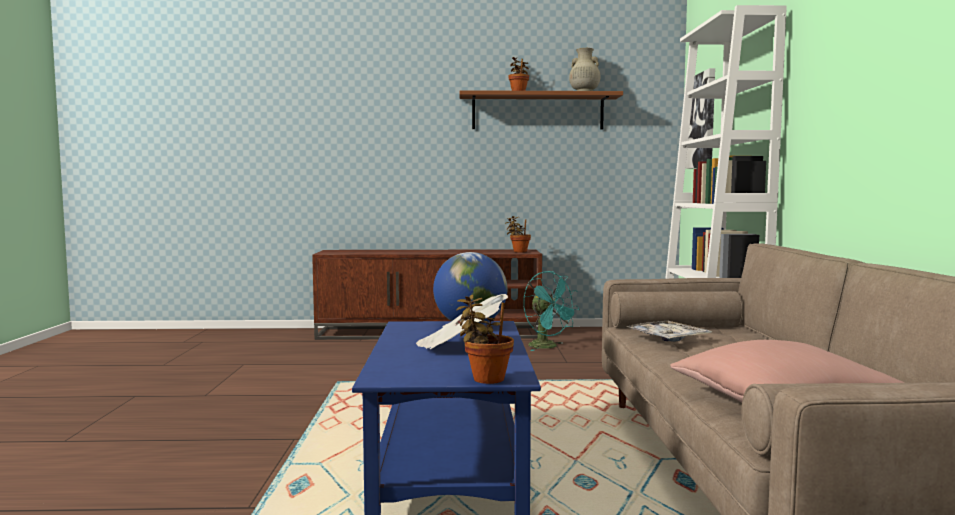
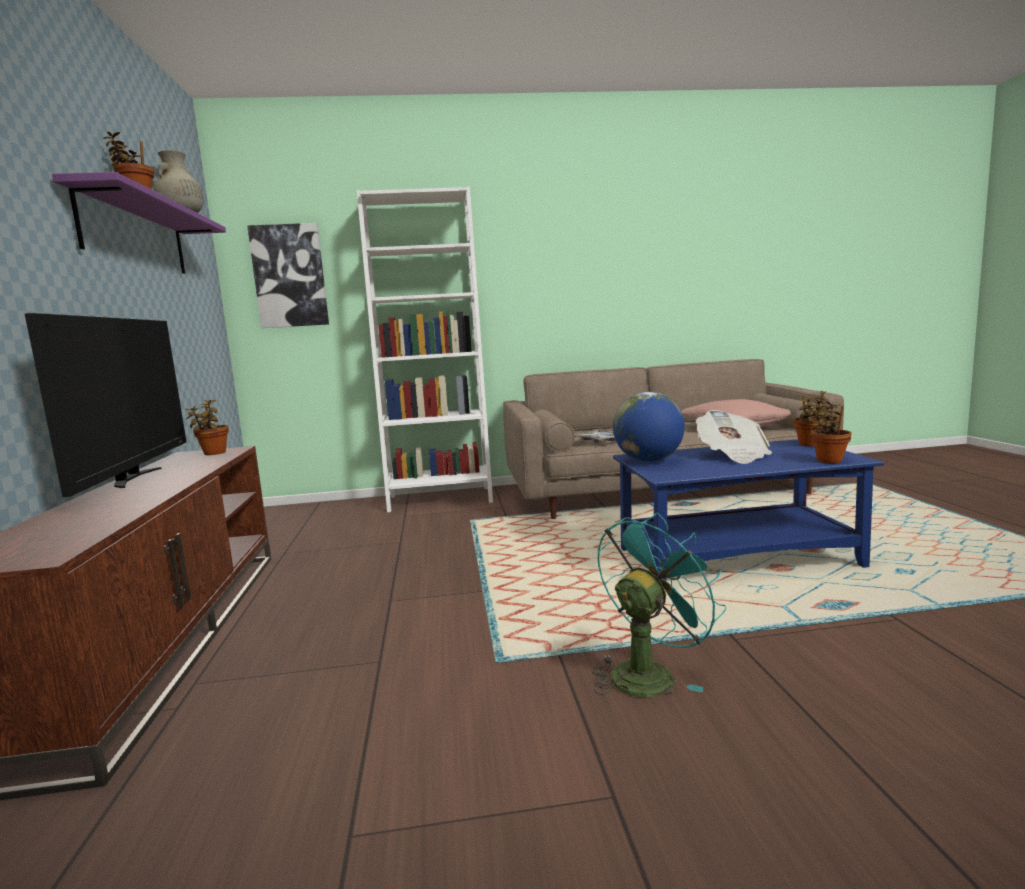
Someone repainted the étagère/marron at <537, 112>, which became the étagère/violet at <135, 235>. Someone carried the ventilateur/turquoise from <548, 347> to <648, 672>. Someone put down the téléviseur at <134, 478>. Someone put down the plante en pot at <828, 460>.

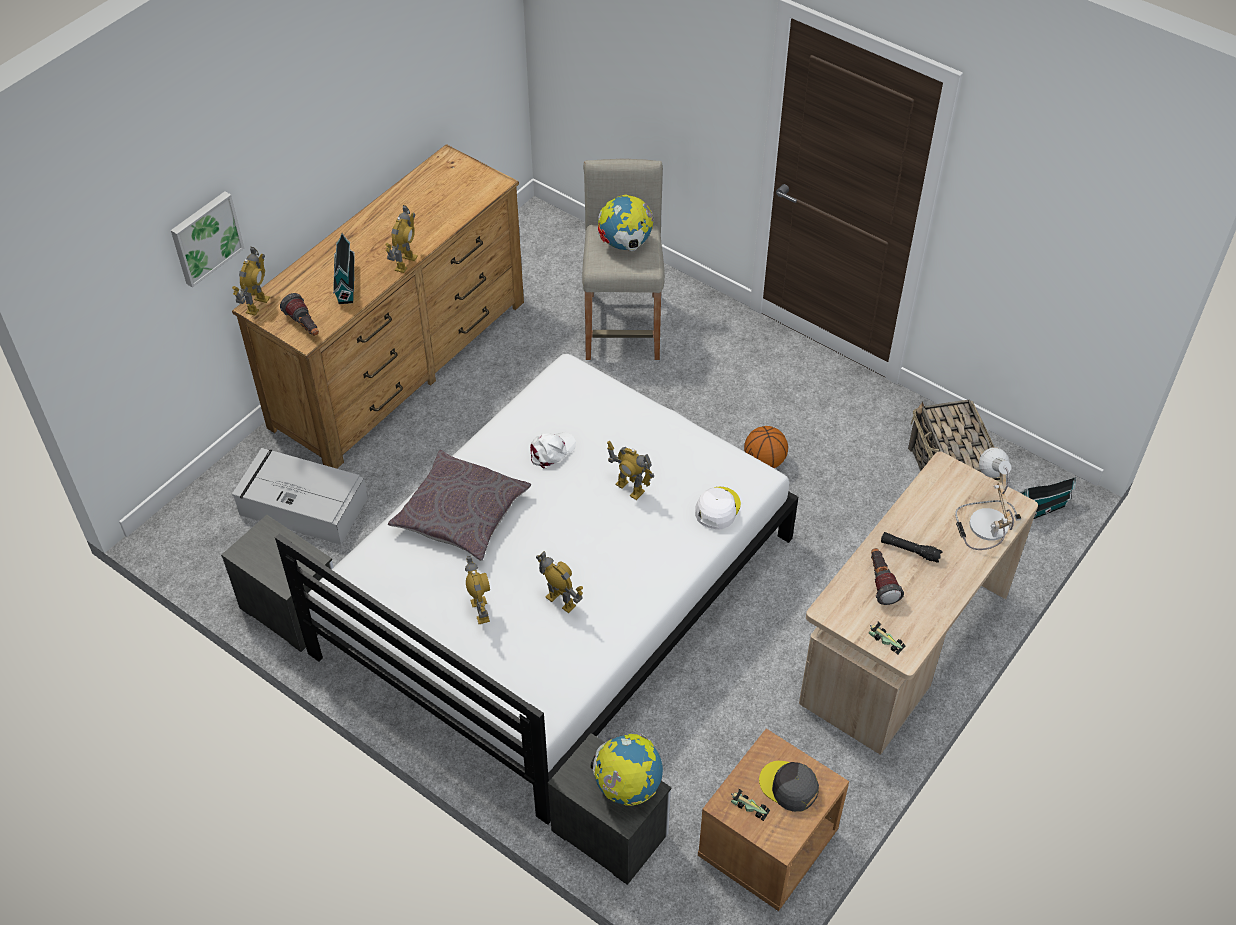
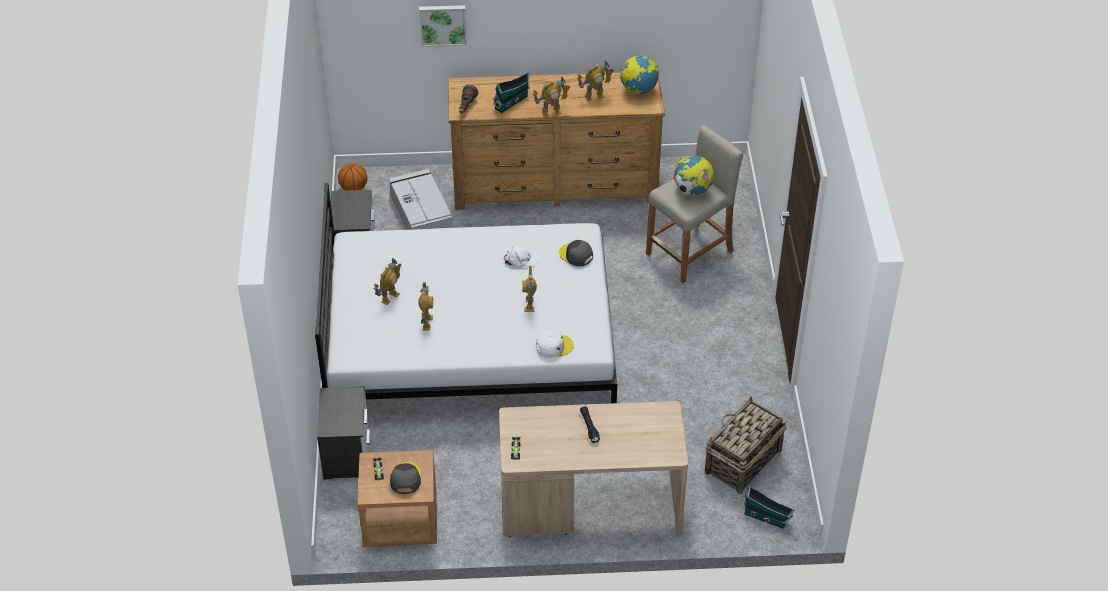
Someone carried the robot jouet from <257, 305> to <594, 96>. Someone carried the ballon de basket from <764, 462> to <353, 188>. Someone took away the lampe de table at <984, 523>. Someone took away the coussin/gris at <461, 514>. Someone took away the lampe de poche at <881, 582>. Someone carried the globe from <627, 786> to <638, 90>. Someone put down the casquette/gris at <576, 255>.

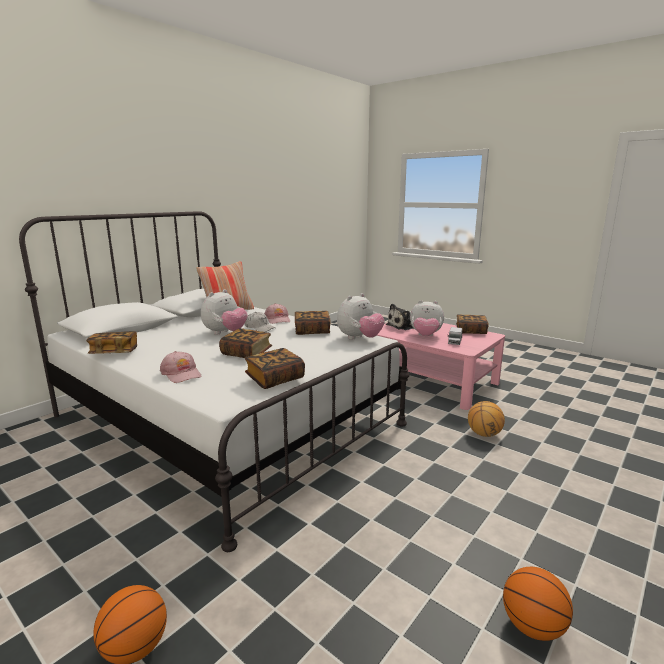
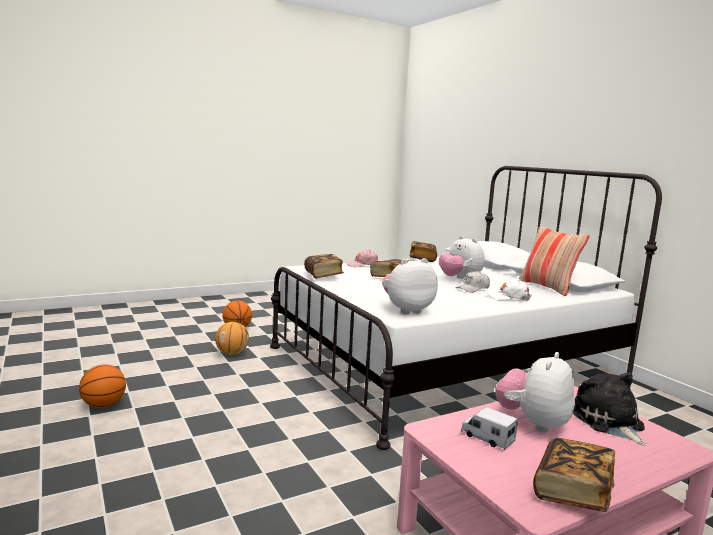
Someone rotated the peluche at <359, 338> by 90 degrees clockwise. Someone repainted the casquette/rose at <278, 319>, which became the casquette/blanc at <508, 297>. Someone took away the livre at <312, 331>. Someone carried the ballon de basket from <484, 434> to <232, 353>.

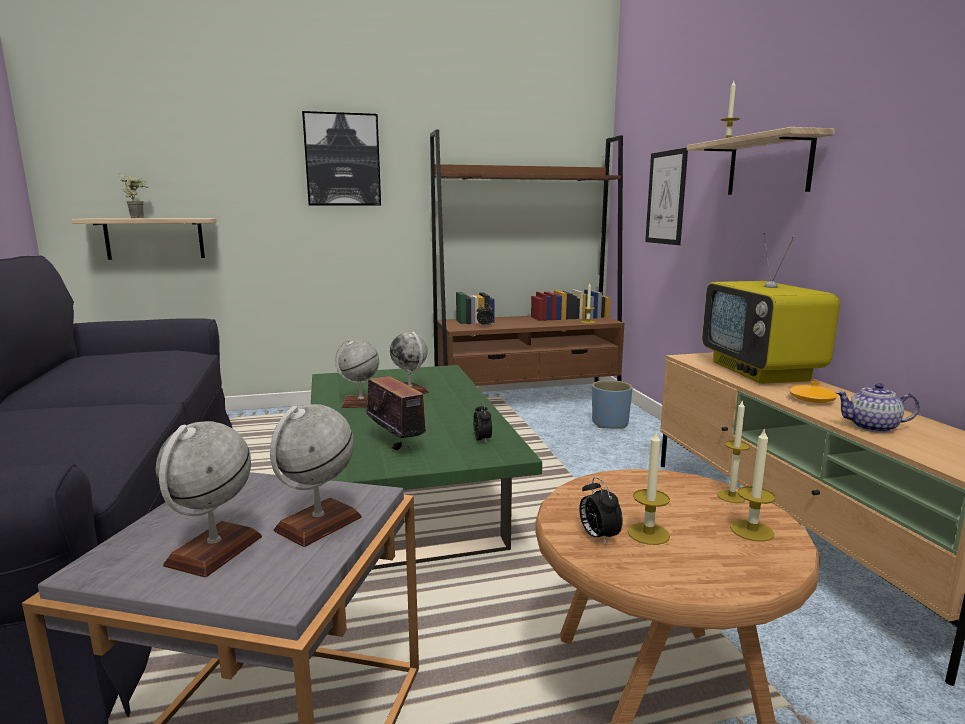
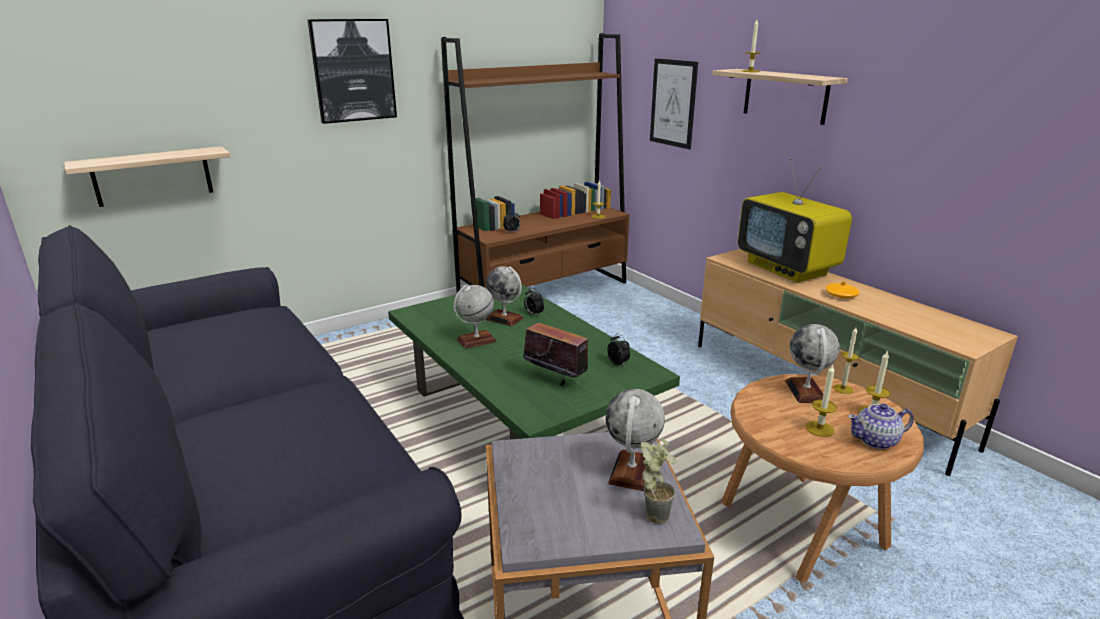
Someone carried the plante en pot from <139, 218> to <654, 512>. Someone took away the cache-pot/bleu at <610, 424>. Someone carried the théière from <873, 427> to <876, 441>. Someone carried the globe from <214, 551> to <806, 391>. Someone carried the réveil from <598, 536> to <533, 314>.

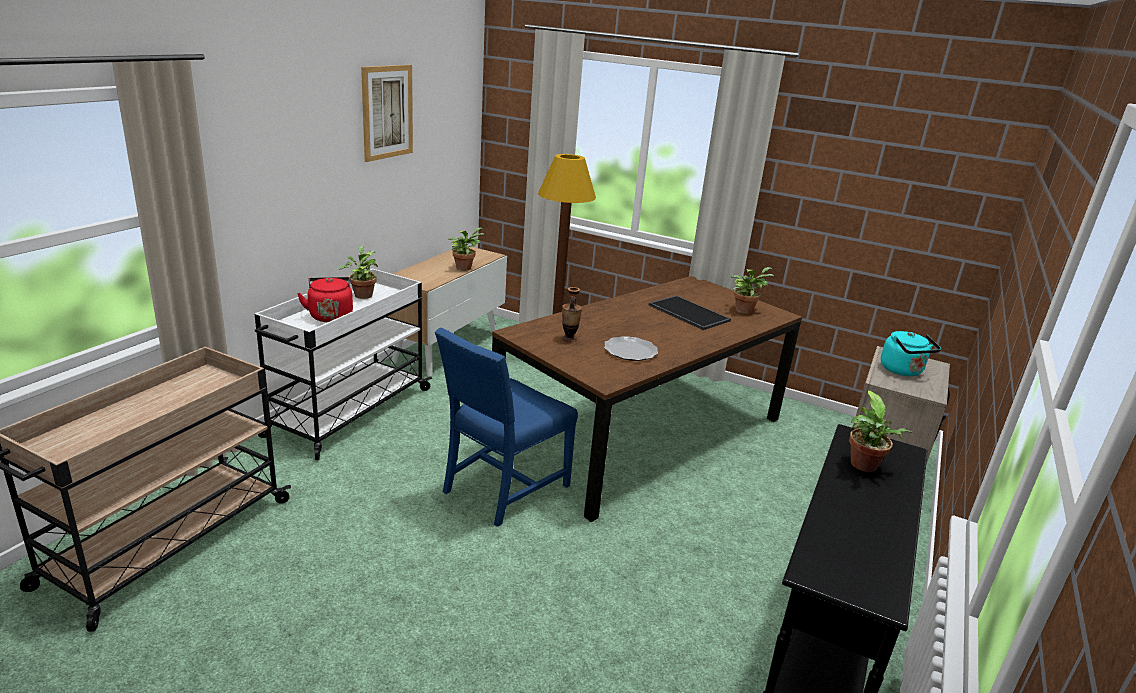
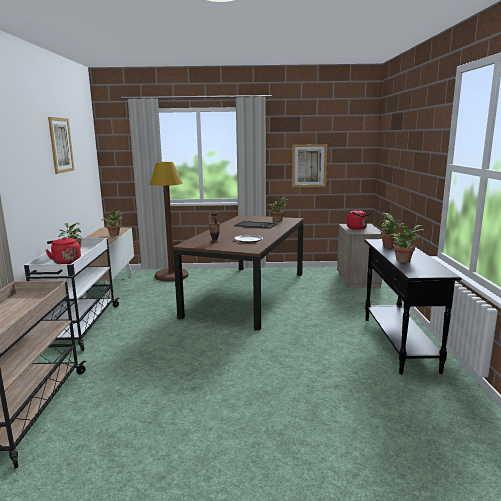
Someone took away the chaise/bleu at <502, 489>. Someone repainted the bouilloire/turquoise at <903, 371>, which became the bouilloire/rouge at <358, 228>. Someone put up the tableau at <309, 165>. Someone put down the plante en pot at <403, 260>.

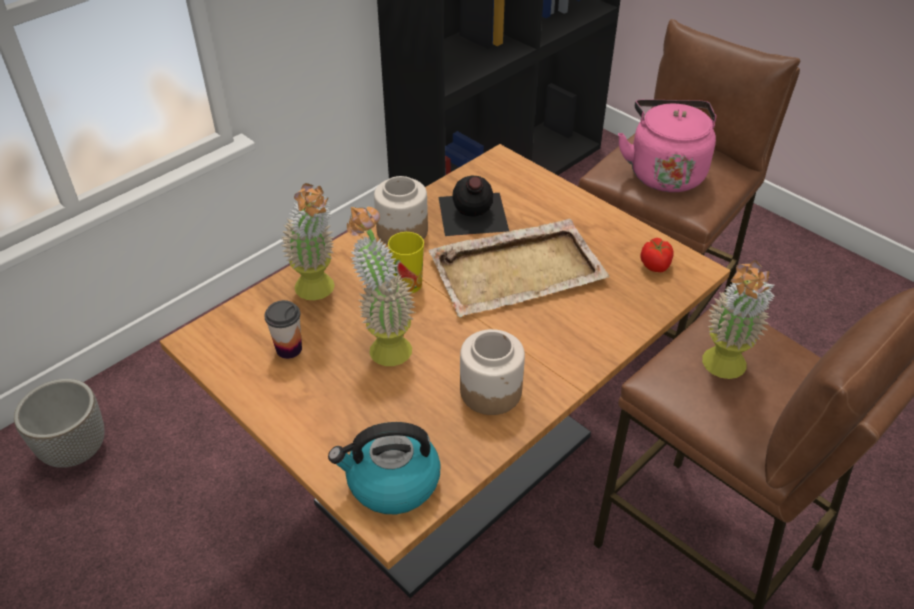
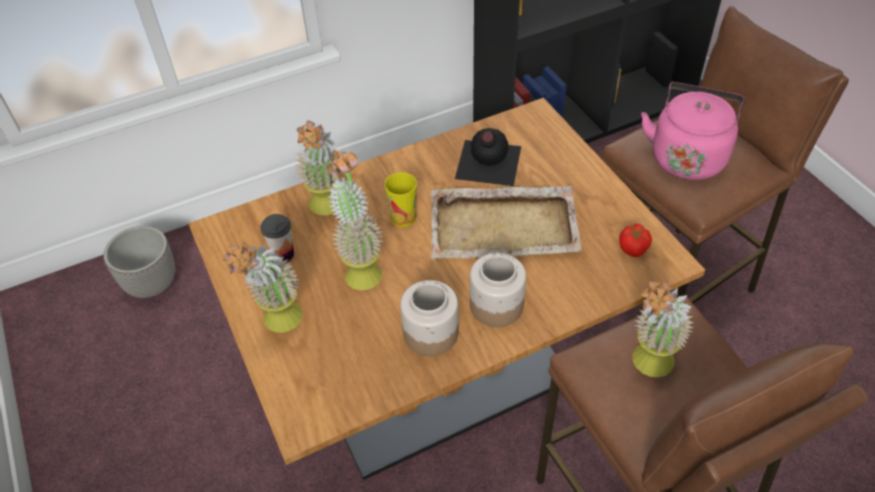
Someone carried the bocal from <401, 231> to <495, 306>. Someone took away the bouilloire at <391, 482>. Someone put down the plante en pot at <279, 325>.

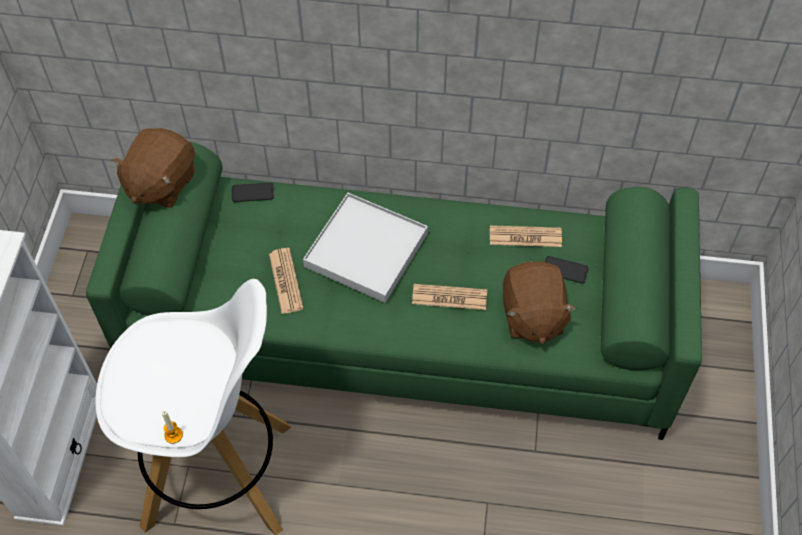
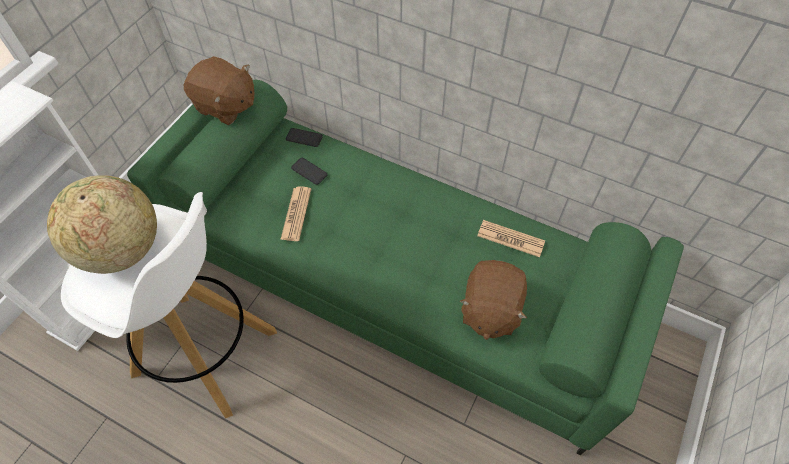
Someone rotated the peluche/marron at <160, 183> by 105 degrees counterclockwise. Someone took away the plateau/blanc at <366, 250>. Someone carried the téléphone from <565, 270> to <309, 171>. Someone took away the journal at <449, 297>. Someone took away the bougie at <173, 435>. Someone put down the globe at <122, 249>.

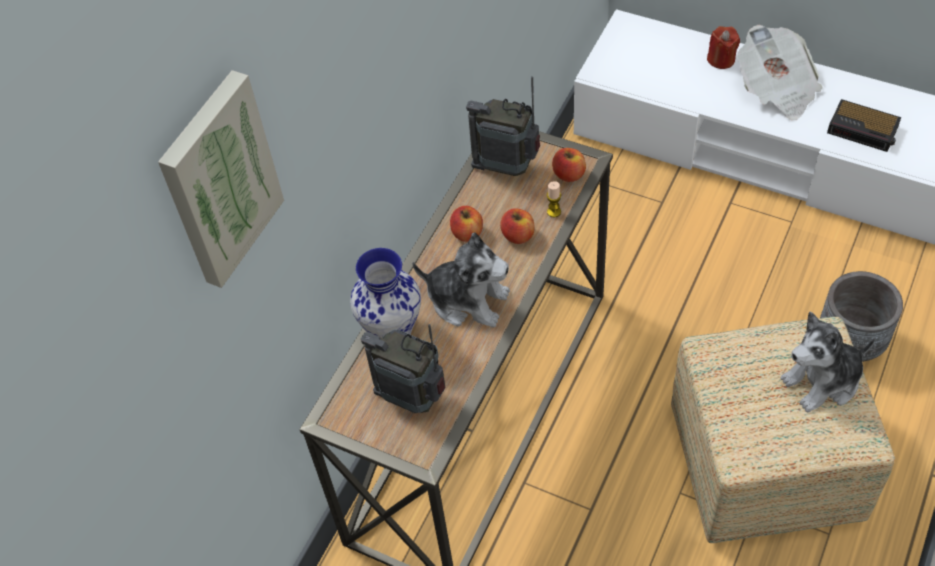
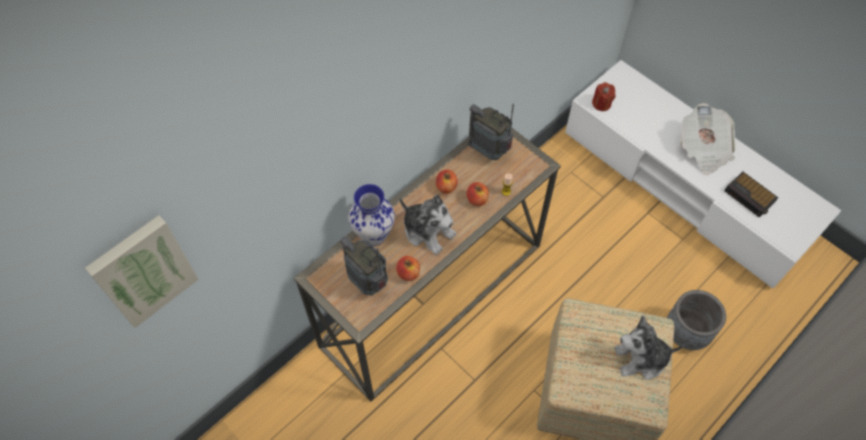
Someone carried the bougie/rouge from <721, 59> to <601, 104>. Someone carried the tableau from <218, 180> to <142, 270>. Someone carried the pomme from <569, 174> to <408, 273>.

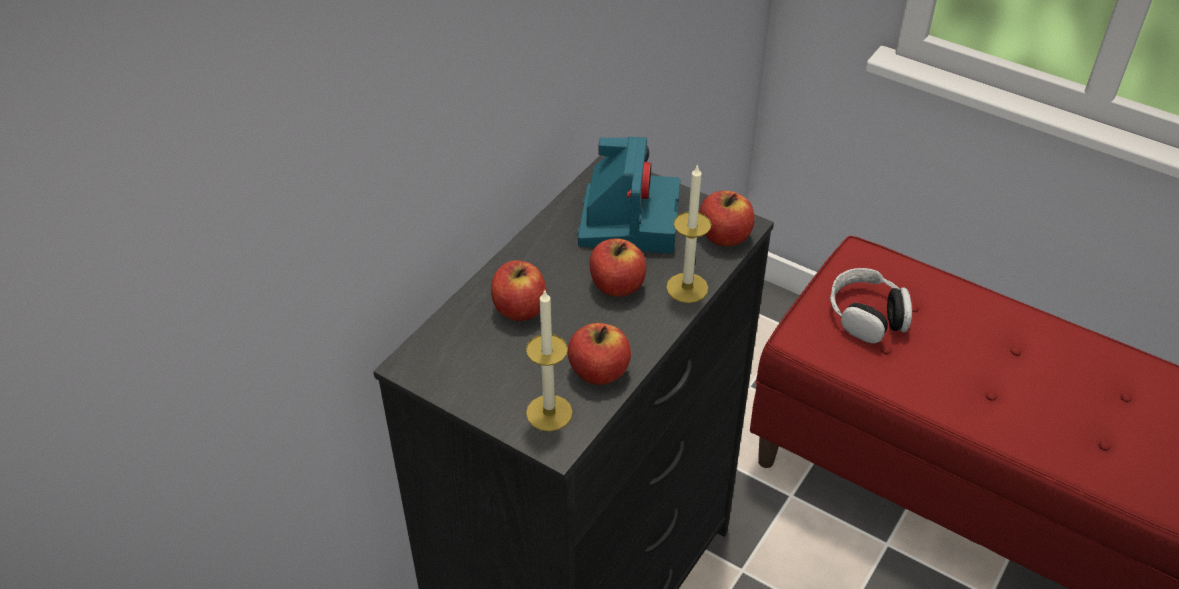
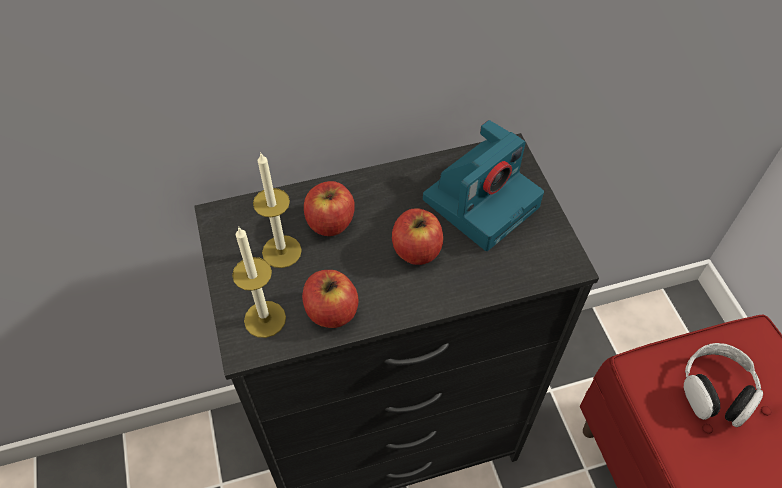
Someone carried the bougie from <687, 288> to <281, 251>. Someone took away the pomme at <724, 236>.

